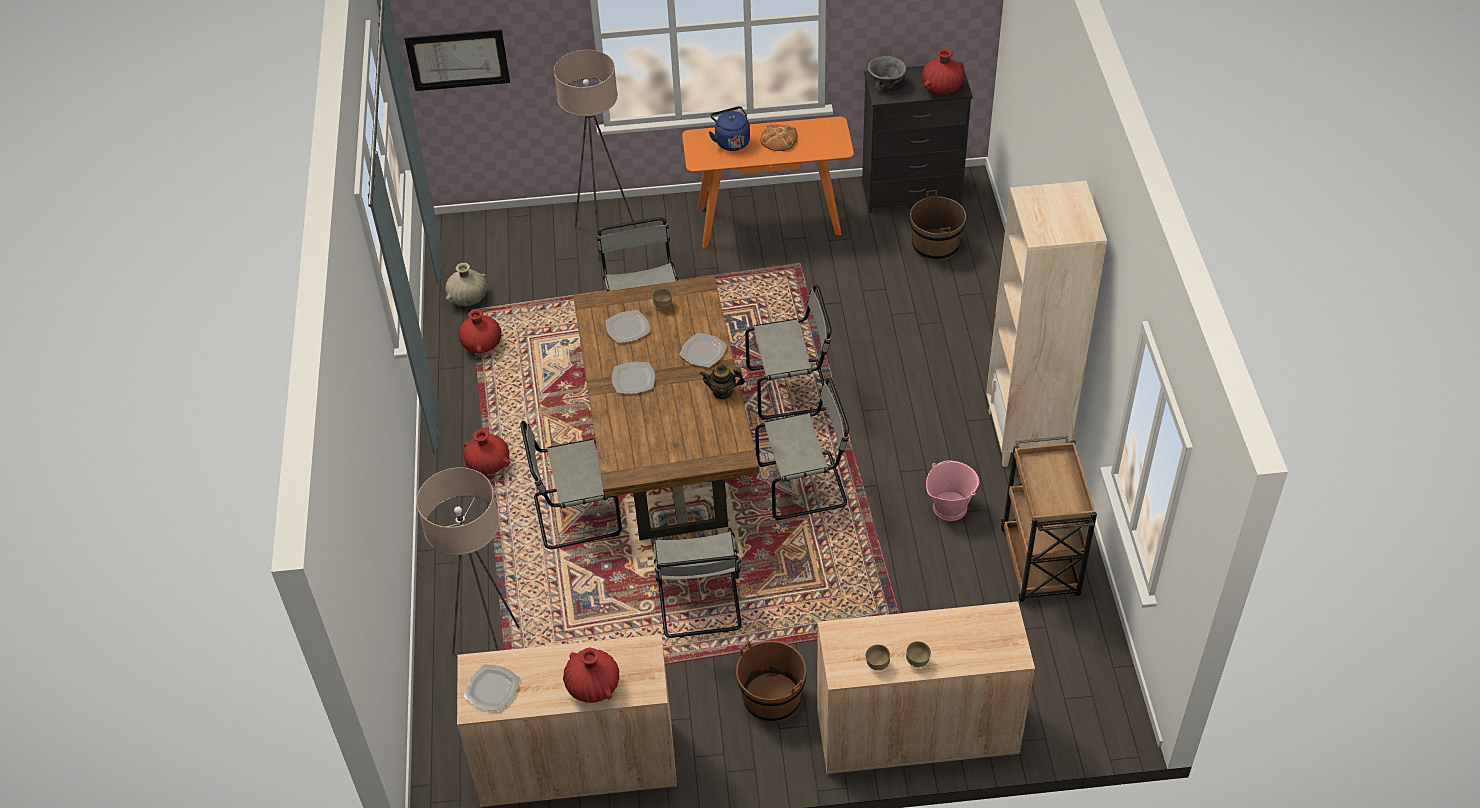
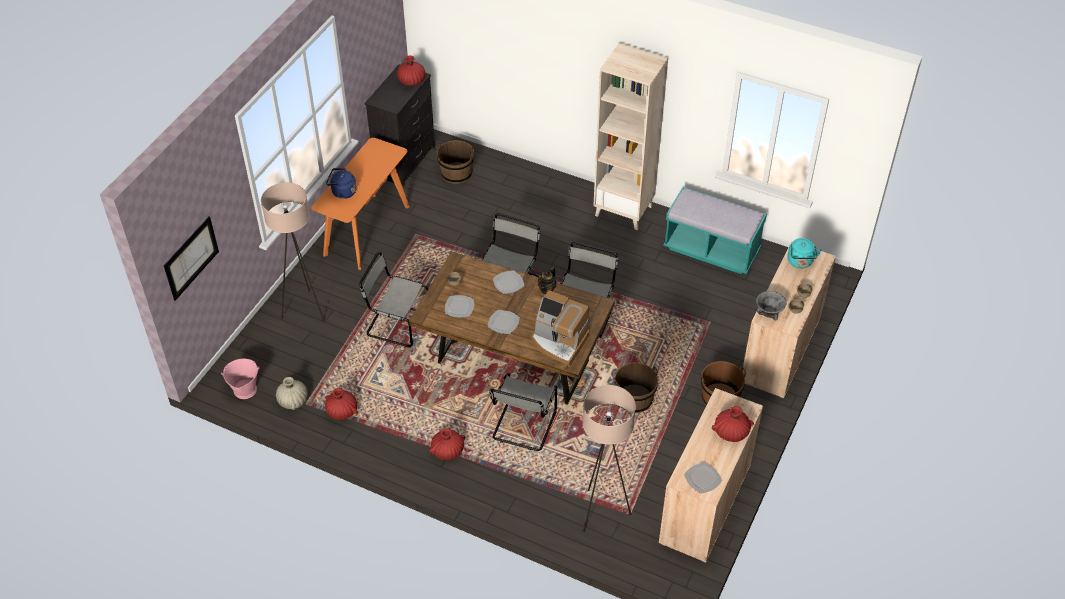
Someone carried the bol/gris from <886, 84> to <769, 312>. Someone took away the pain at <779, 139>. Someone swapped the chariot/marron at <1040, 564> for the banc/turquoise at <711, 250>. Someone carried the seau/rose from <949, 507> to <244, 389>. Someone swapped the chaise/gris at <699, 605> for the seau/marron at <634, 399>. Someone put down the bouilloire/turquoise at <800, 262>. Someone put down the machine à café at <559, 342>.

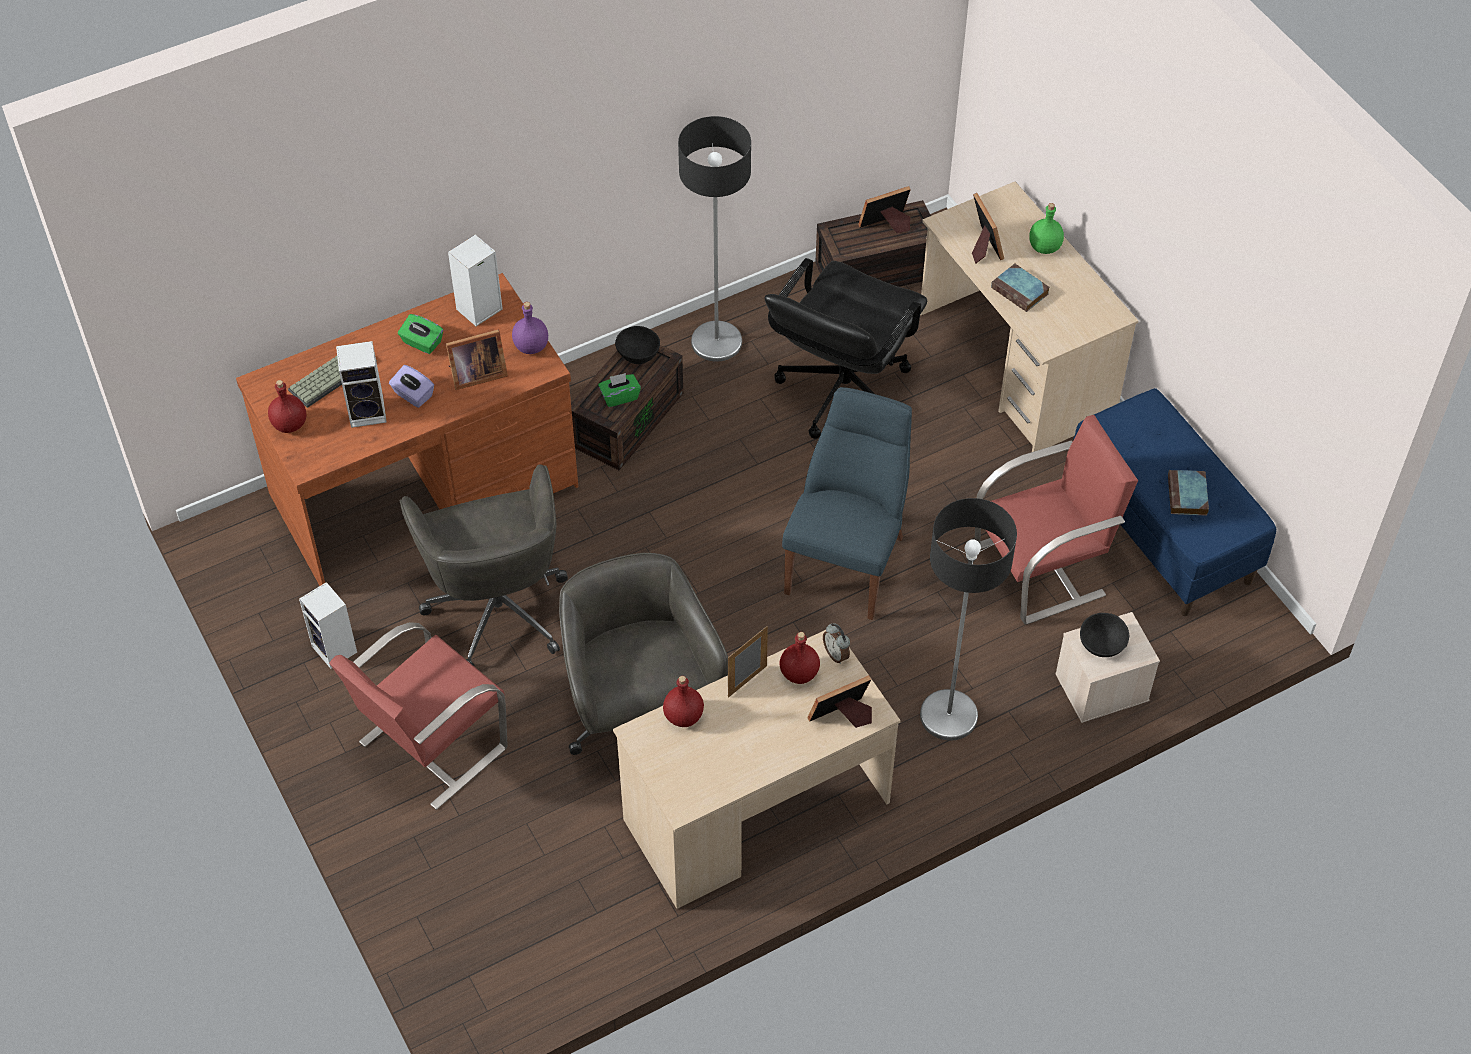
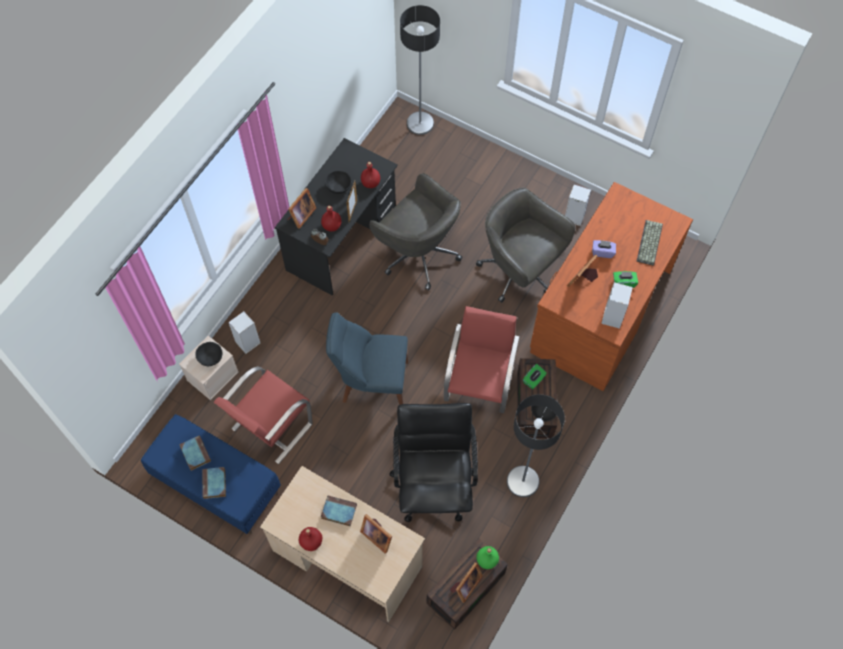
Someone carried the bouteille/vert from <1044, 248> to <487, 559>. Someone took away the bouteille/violet at <531, 347>. Someone carried the enceinte from <369, 411> to <247, 343>. Someone carried the bouteille/rouge from <289, 424> to <311, 542>. Someone rotated the chaise/bleu at <847, 560> by 105 degrees clockwise. Someone carried the lampadaire from <948, 716> to <420, 123>. Someone carried the chaise/rouge from <430, 746> to <479, 383>. Someone repainted the bureau/beige at <756, 811>, which became the bureau/noir at <342, 239>. Someone put down the bol/noir at <338, 187>. Someone put down the livre at <214, 484>.

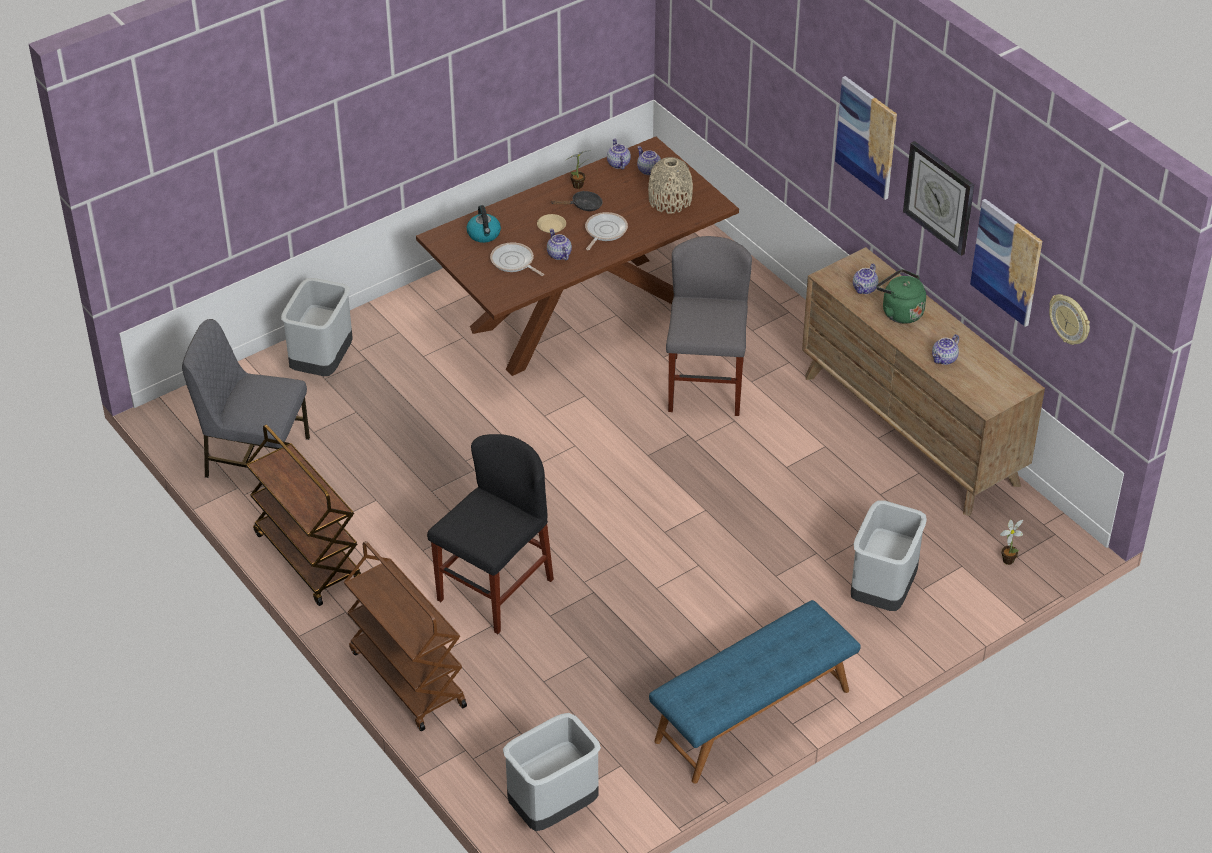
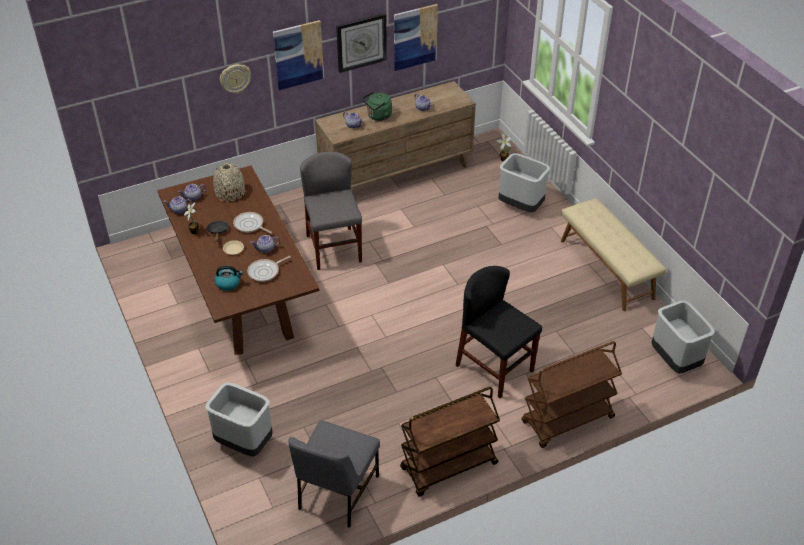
Someone rotated the chaise/gris at <706, 386> by 60 degrees clockwise. Someone carried the horloge murale from <1070, 319> to <235, 78>. Someone repainted the banc/bleu at <753, 716>, which became the banc/beige at <607, 269>.

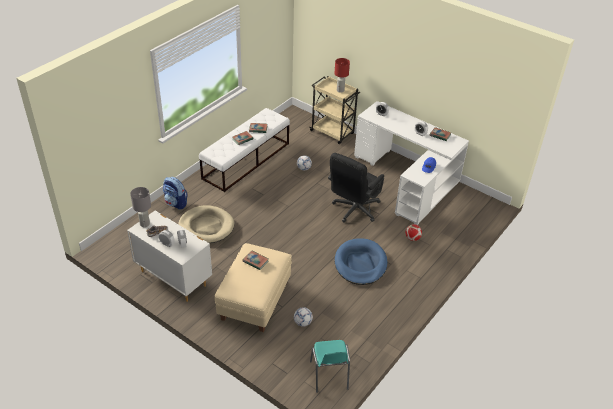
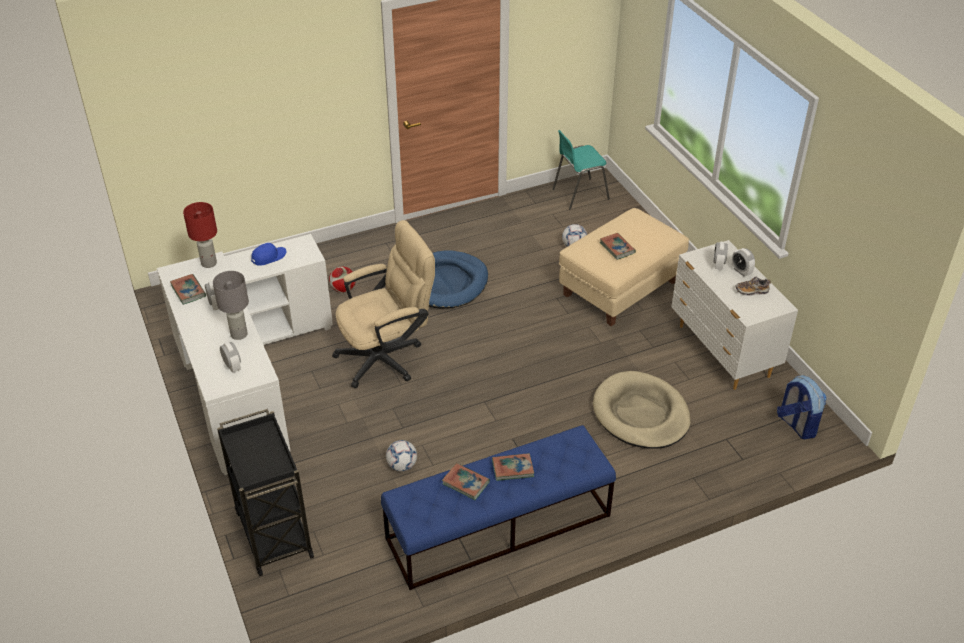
Someone carried the lampe de table/rouge from <340, 90> to <209, 263>. Someone repainted the chariot/beige at <332, 132>, which became the chariot/noir at <273, 532>. Someone repainted the banc/blanc at <246, 160>, which became the banc/bleu at <498, 527>. Someone repainted the chaise de bureau/noir at <353, 211>, which became the chaise de bureau/beige at <387, 357>. Someone carried the sac à dos from <176, 203> to <796, 425>. Someone carried the lampe de table/gris from <145, 224> to <239, 334>. Someone rotated the chaise/turquoise at <329, 376> by 135 degrees counterclockwise.

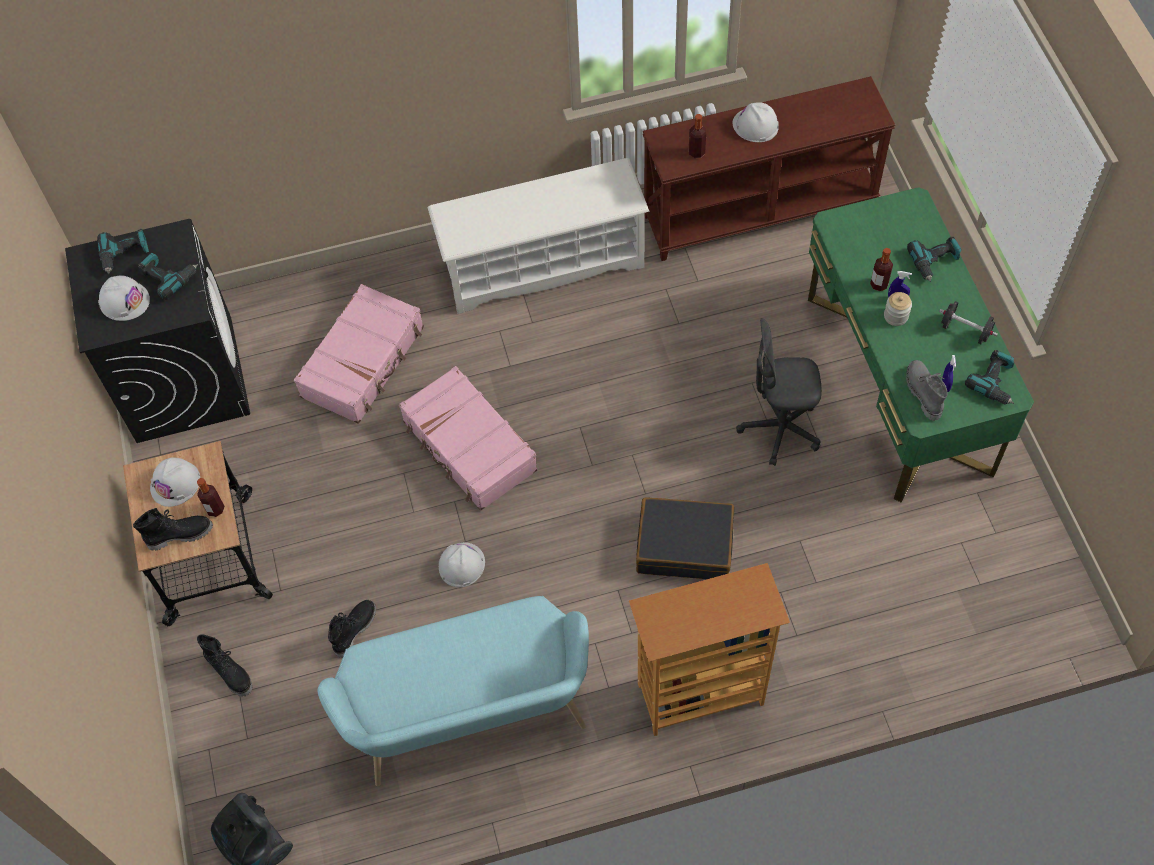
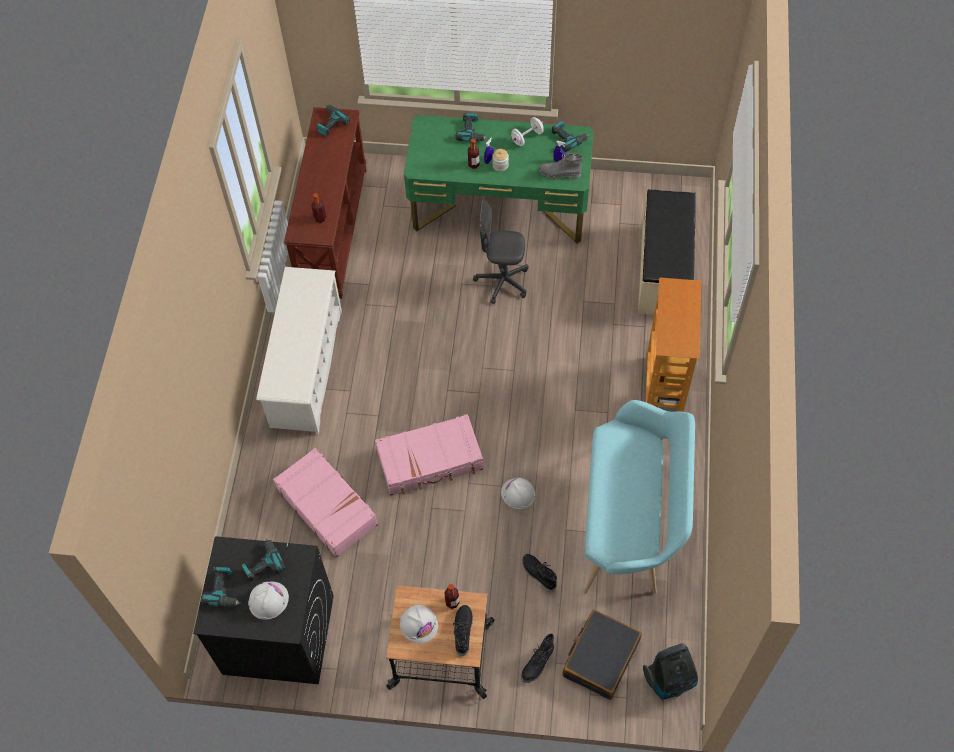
Someone took away the casque de chantier/blanc at <755, 125>. Someone repainted the haltère/noir at <965, 330>, which became the haltère/blanc at <527, 137>. Someone rotated the chaise de bureau/gris at <780, 429> by 75 degrees clockwise. Someone carried the valise/noir from <684, 545> to <600, 658>. Someone rotated the botte/noir at <231, 672> by 150 degrees clockwise. Someone put down the perceuse at <330, 123>. Someone put down the banc/beige at <664, 270>.

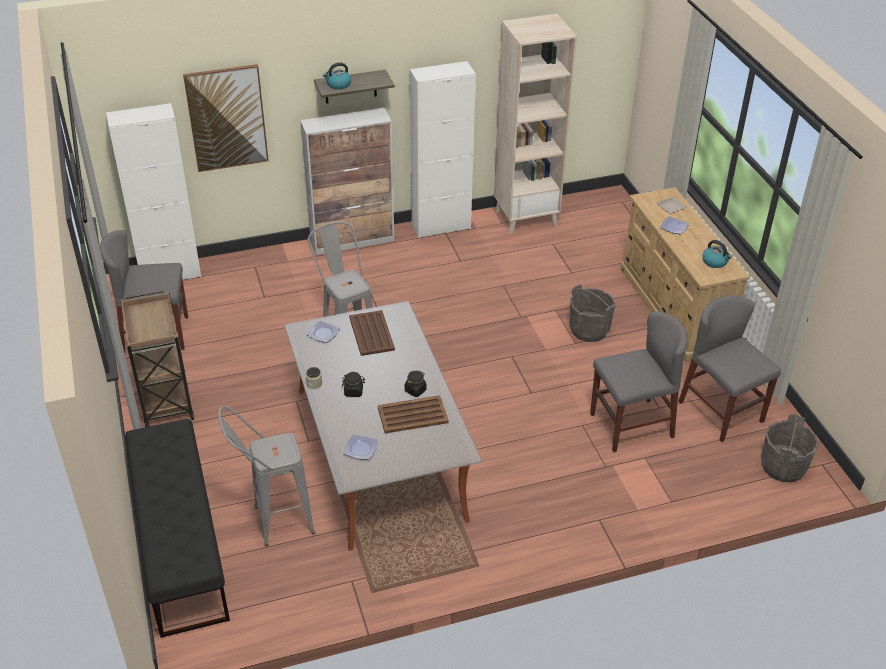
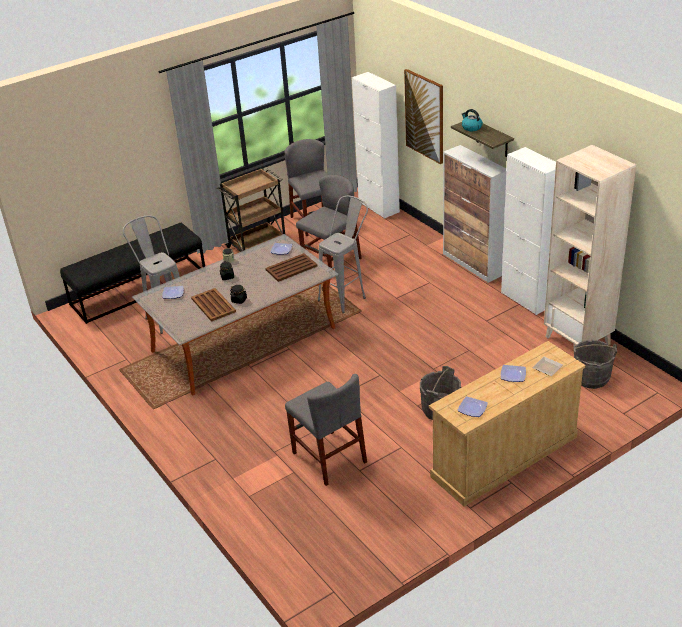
Someone swapped the bouilloire at <715, 262> for the assiette at <473, 408>. Someone carried the chaise/gris from <721, 412> to <331, 262>. Someone carried the seau/gris from <783, 467> to <591, 378>.

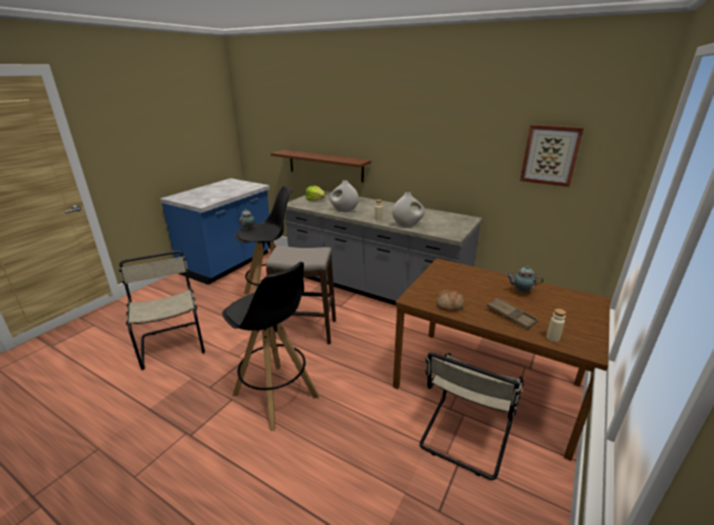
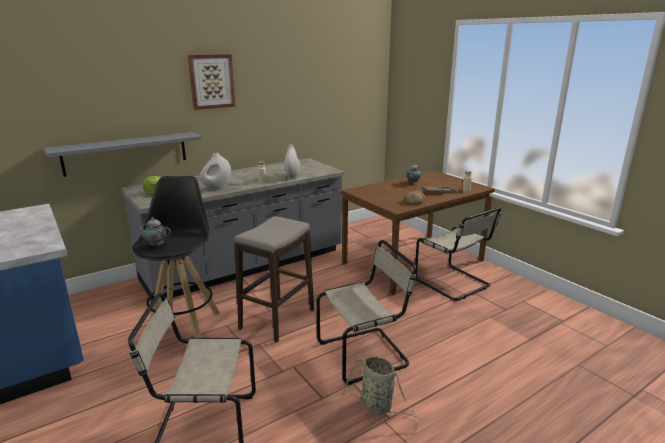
Someone carried the tableau from <550, 155> to <211, 81>. Someone repainted the étagère/marron at <325, 165>, which became the étagère/gris at <126, 153>. Someone swapped the tabouret/noir at <276, 396> for the chaise/beige at <365, 354>. Someone put down the panier at <378, 407>.

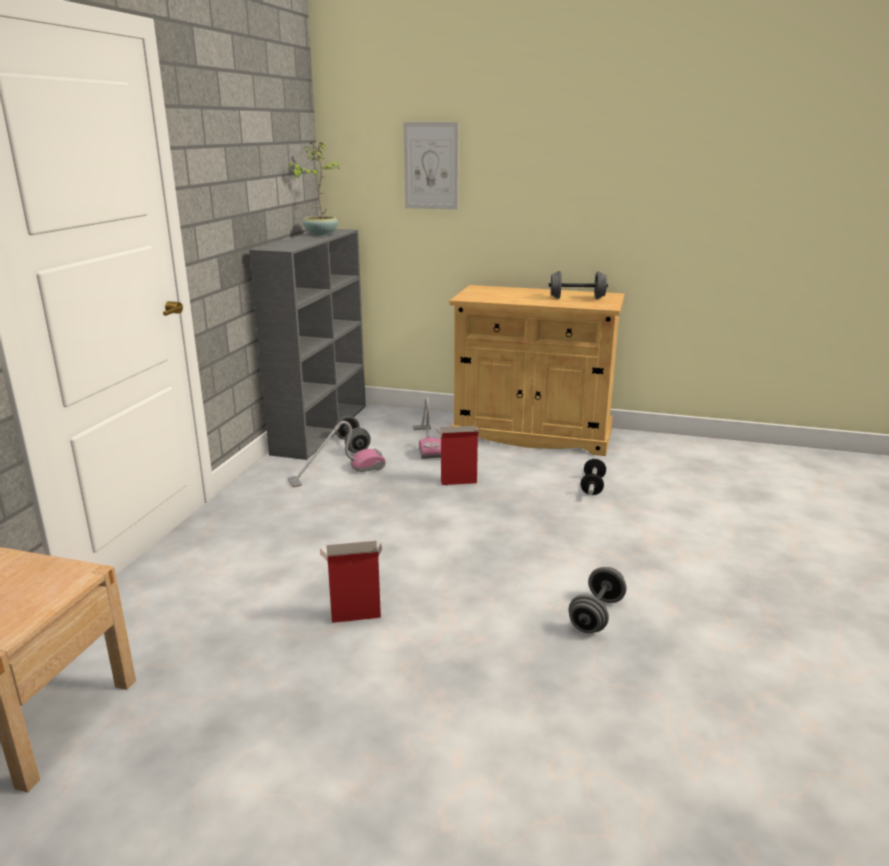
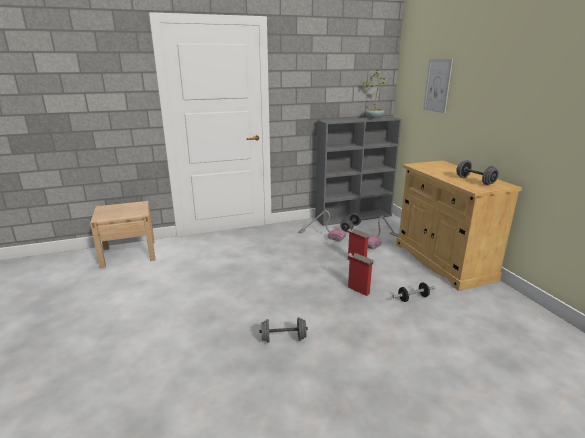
Someone carried the carton from <354, 616> to <358, 290>.

